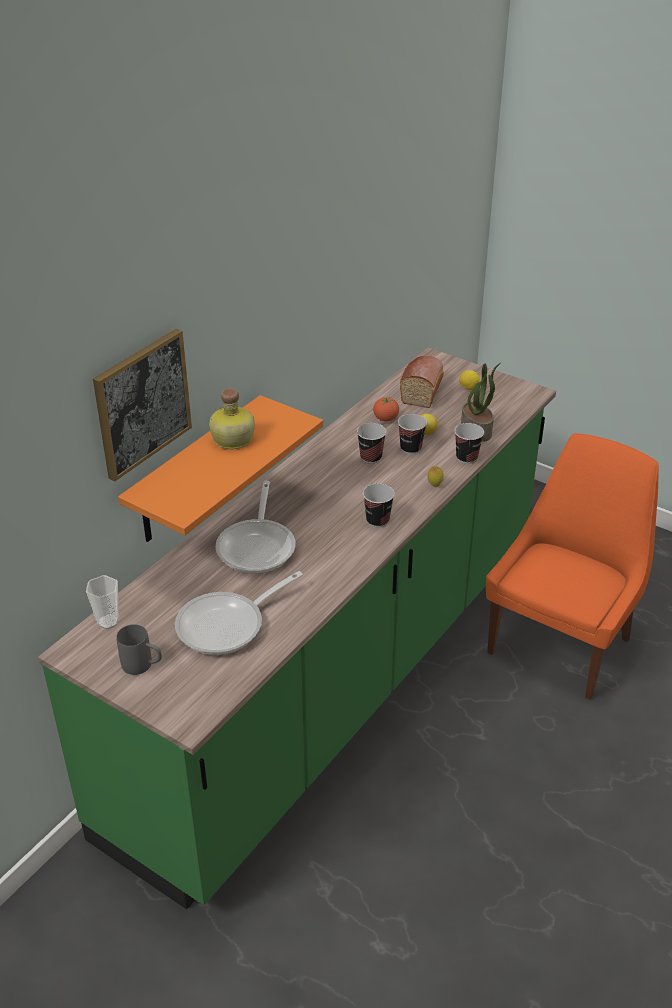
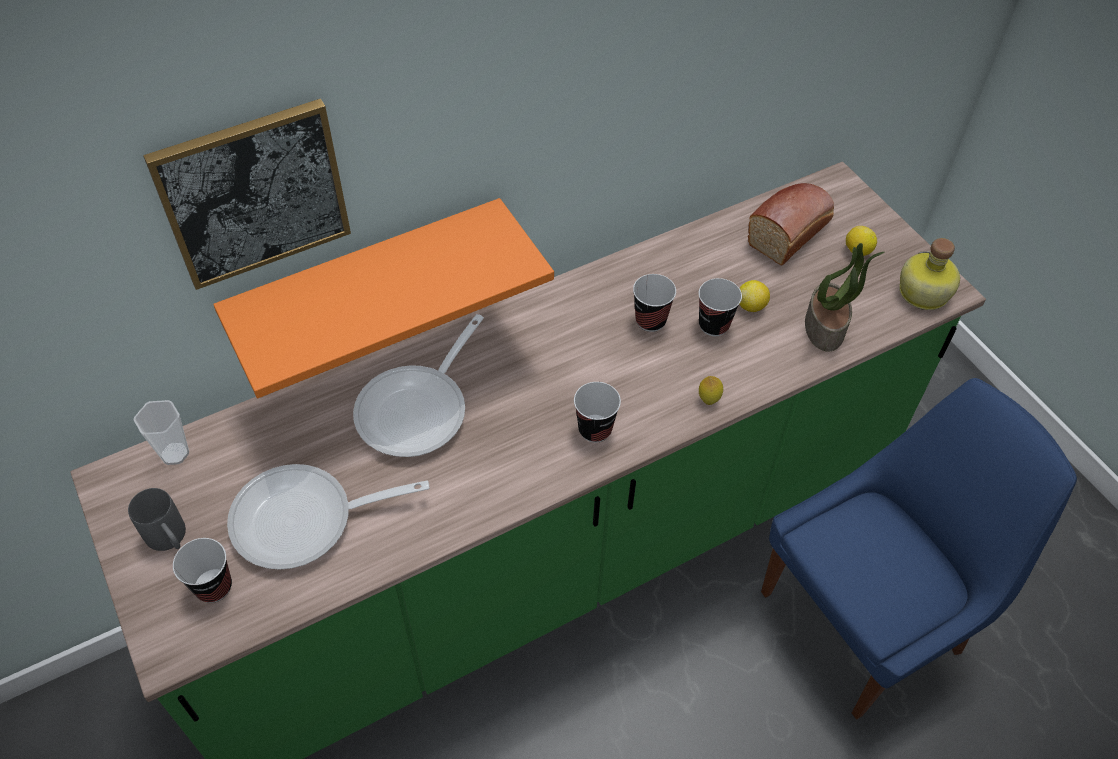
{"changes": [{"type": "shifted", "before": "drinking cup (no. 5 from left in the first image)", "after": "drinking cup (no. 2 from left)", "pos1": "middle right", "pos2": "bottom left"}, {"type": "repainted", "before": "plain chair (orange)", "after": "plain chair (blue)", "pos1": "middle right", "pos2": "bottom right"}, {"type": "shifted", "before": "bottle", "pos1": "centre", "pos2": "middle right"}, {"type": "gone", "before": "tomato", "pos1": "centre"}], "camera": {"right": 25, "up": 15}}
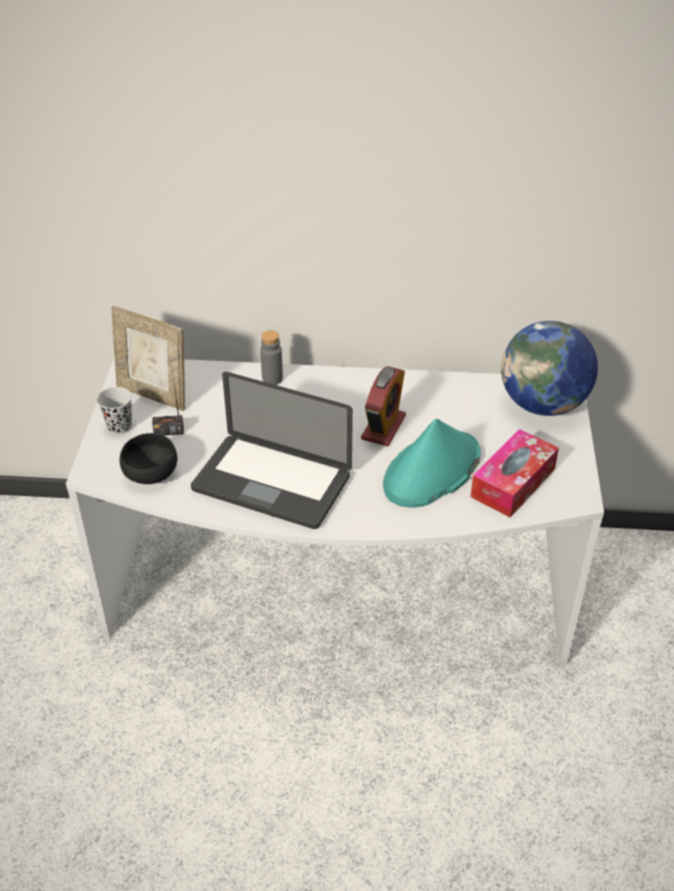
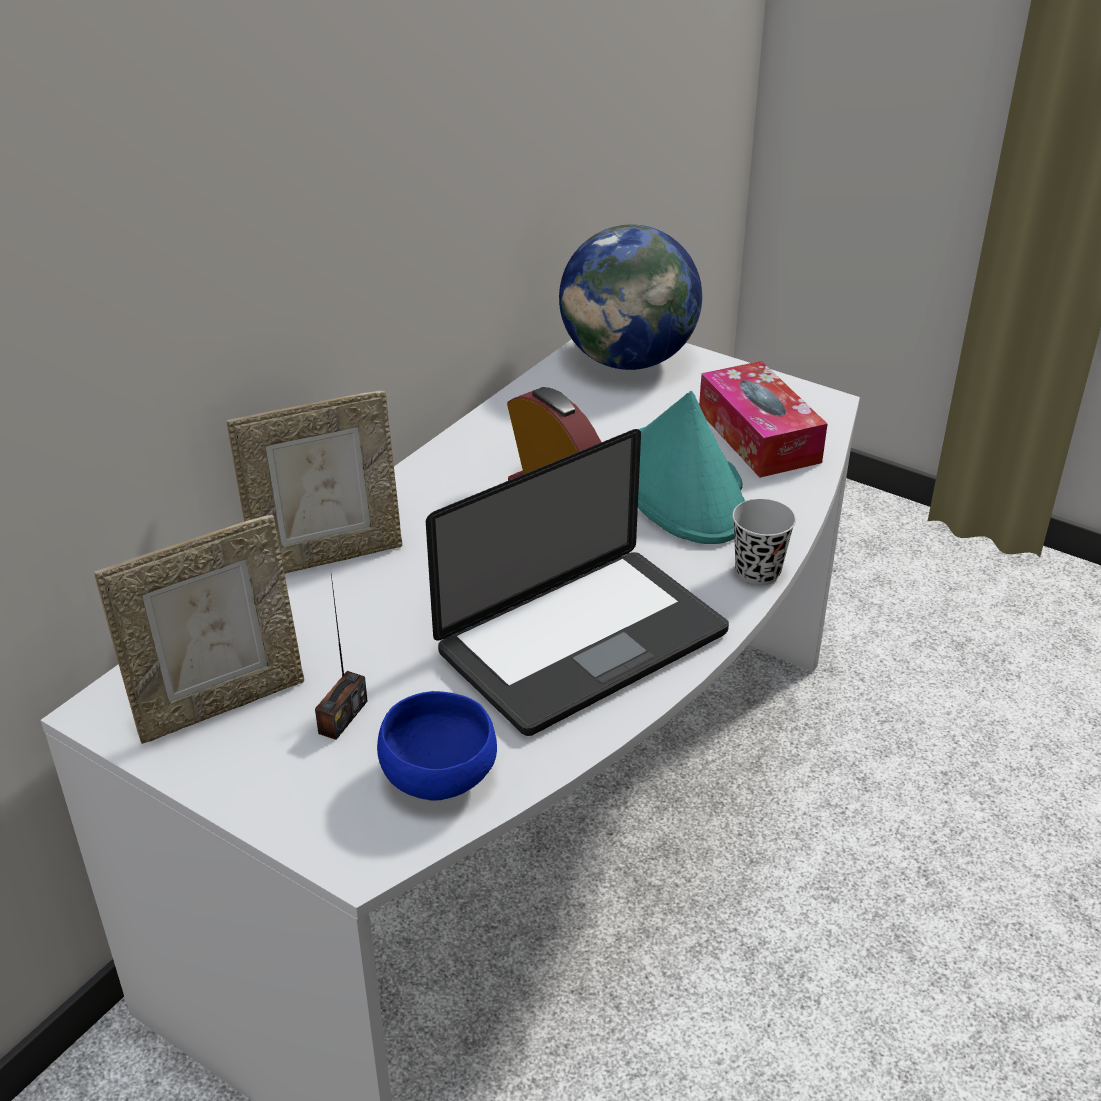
{"changes": [{"type": "swapped", "before": "bottle (grey)", "after": "photo frame (no. 2 from left)", "pos1": "centre", "pos2": "middle left"}, {"type": "repainted", "before": "bowl (black-coloured)", "after": "bowl (blue)", "pos1": "middle left", "pos2": "bottom centre"}, {"type": "shifted", "before": "drinking cup (black-coloured)", "pos1": "middle left", "pos2": "middle right"}], "camera": {"right": -60, "up": -5}}
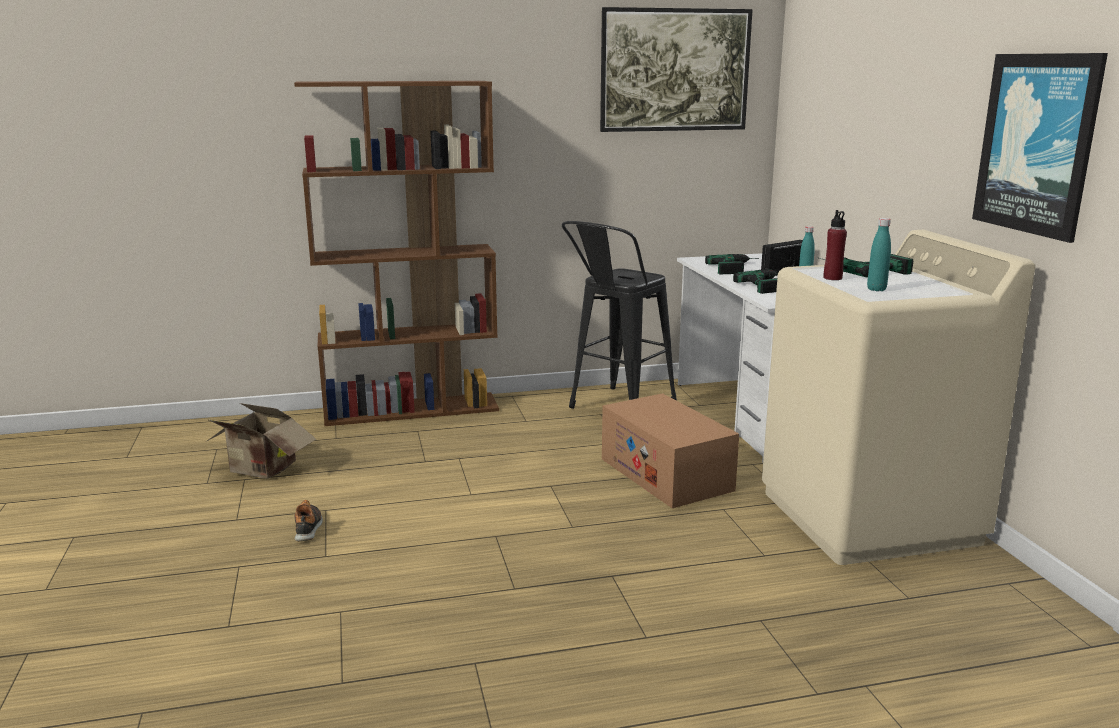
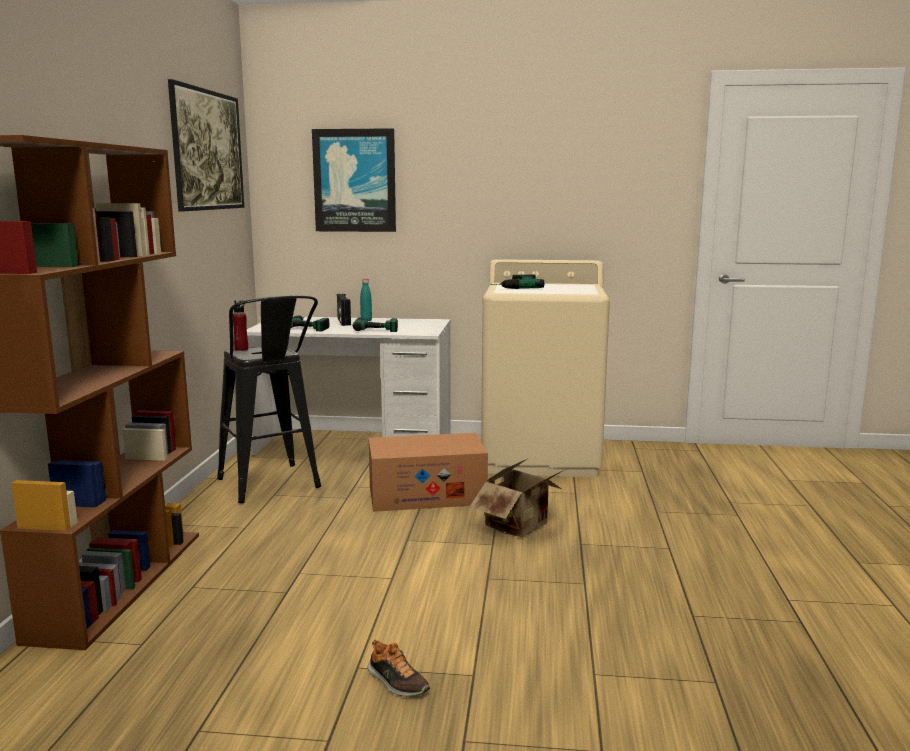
{"changes": [{"type": "shifted", "before": "bottle (red-coloured)", "pos1": "middle right", "pos2": "middle left"}, {"type": "shifted", "before": "wall art (no. 2 from left)", "pos1": "top right", "pos2": "top centre"}, {"type": "rotated", "before": "low shoe", "pos1": "bottom left", "pos2": "bottom centre", "turn": -150}, {"type": "shifted", "before": "packing box (no. 1 from left in the first image)", "after": "packing box (no. 2 from left)", "pos1": "middle left", "pos2": "centre"}, {"type": "gone", "before": "bottle (turquoise-coloured) (no. 2 from left)", "pos1": "middle right"}], "camera": {"right": -70, "up": -5}}
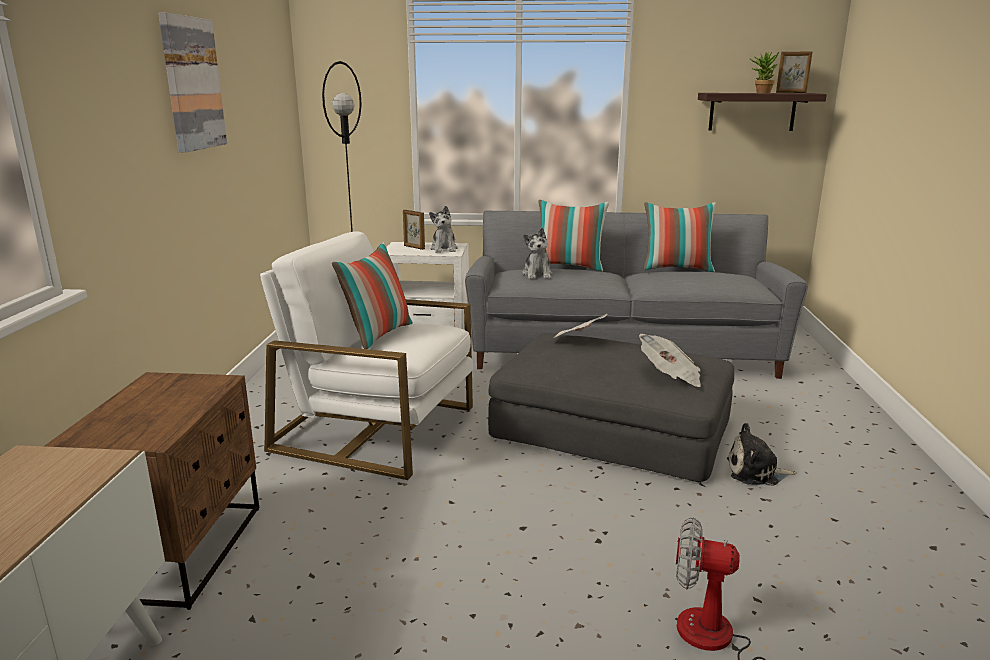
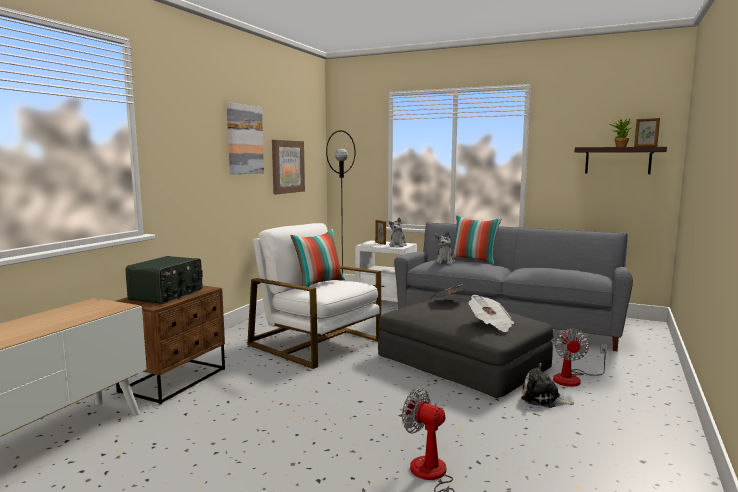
{"changes": [{"type": "new", "after": "radio receiver", "pos2": "middle left"}, {"type": "new", "after": "wall art (no. 2 from left)", "pos2": "centre"}, {"type": "new", "after": "fan (no. 2 from left)", "pos2": "bottom right"}, {"type": "gone", "before": "pillow (no. 3 from left)", "pos1": "middle right"}], "camera": {"right": 20, "up": -10}}
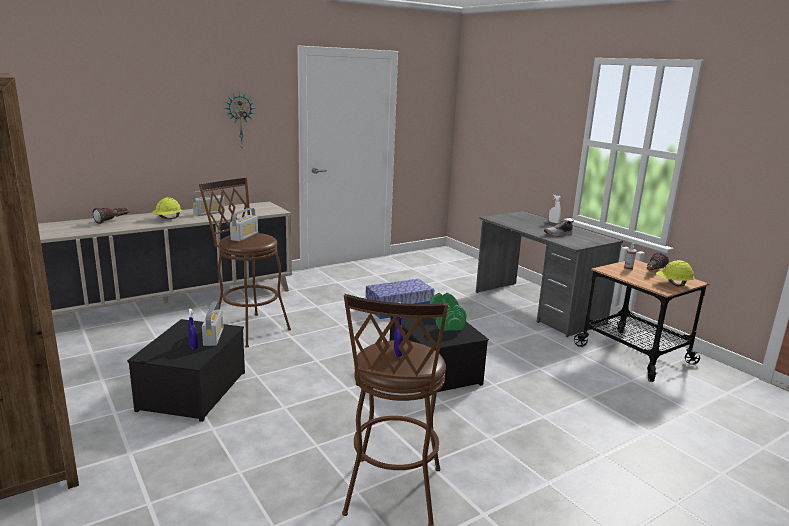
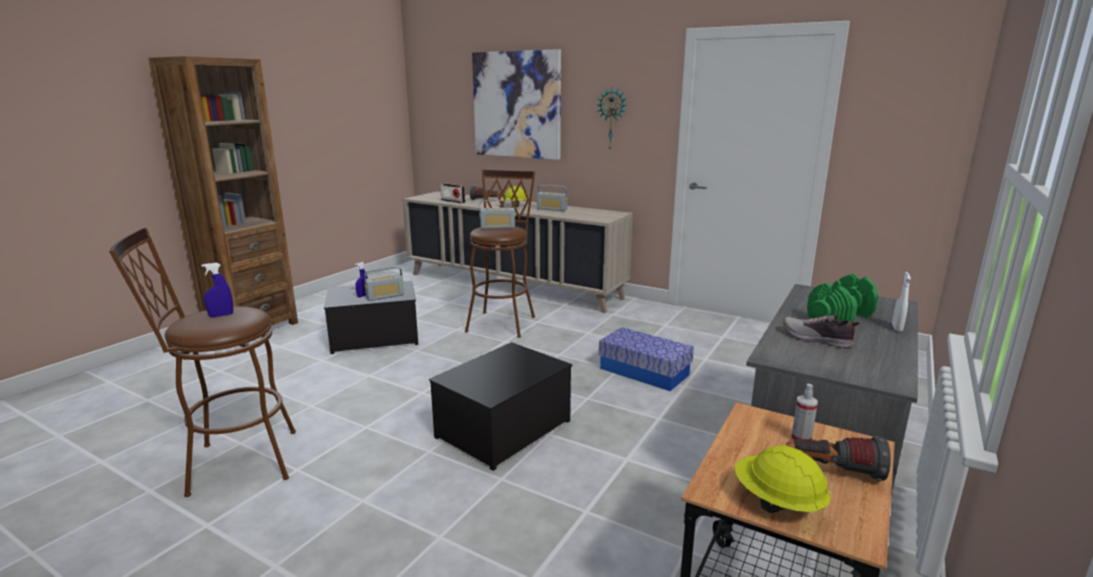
{"changes": [{"type": "new", "after": "radio receiver (no. 2 from left)", "pos2": "centre"}, {"type": "new", "after": "wall art", "pos2": "top centre"}, {"type": "shifted", "before": "dumbbell (green-coloured)", "pos1": "centre", "pos2": "middle right"}], "camera": {"right": 65, "up": 0}}
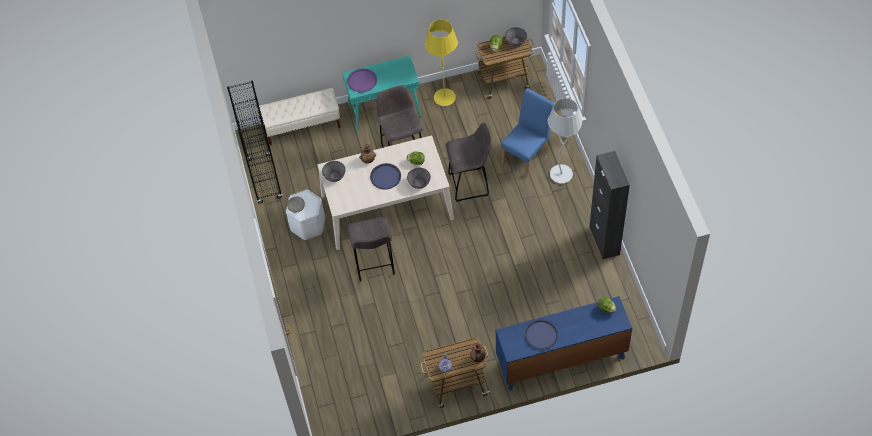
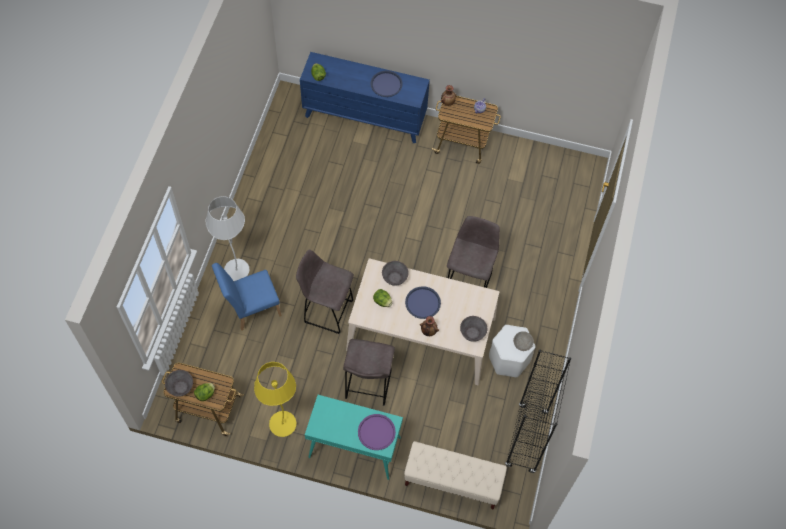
{"changes": [{"type": "gone", "before": "cabinet (black-coloured)", "pos1": "middle right"}], "camera": {"right": -155, "up": 5}}
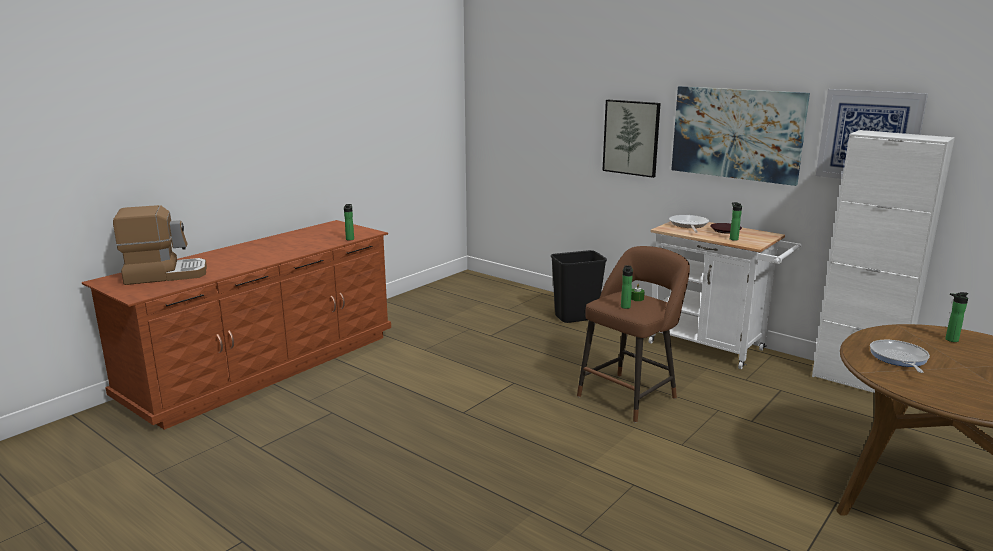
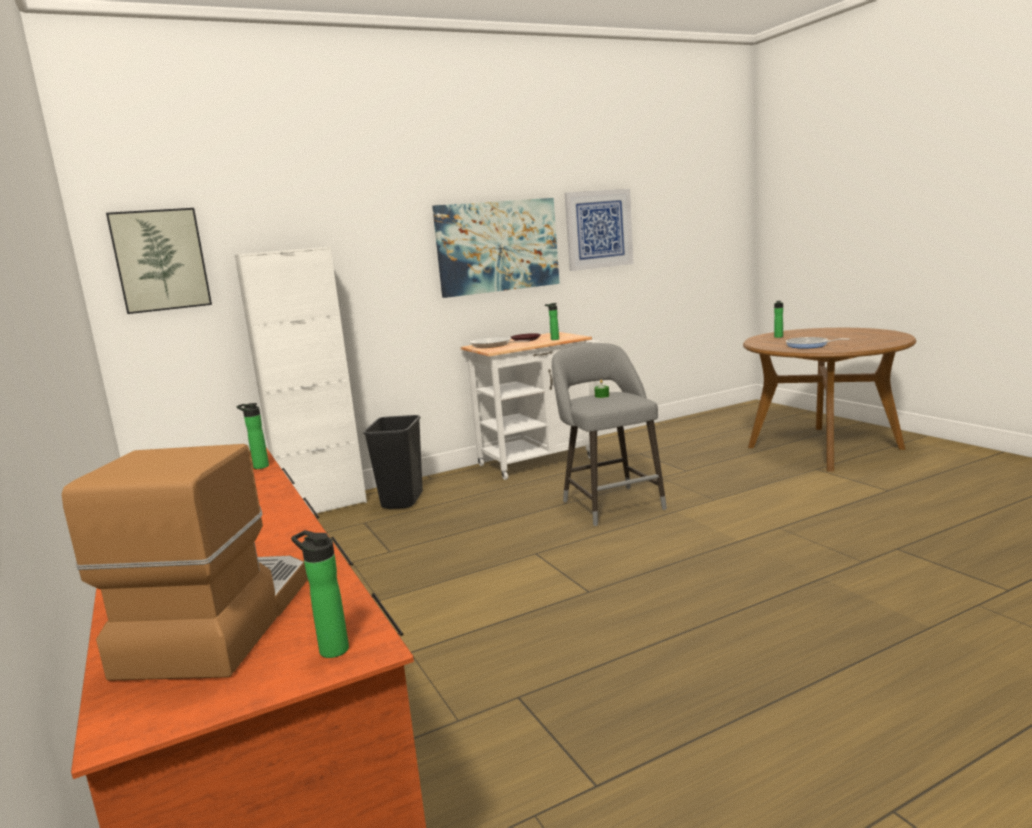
{"changes": [{"type": "shifted", "before": "wall art (no. 1 from left)", "pos1": "top centre", "pos2": "top left"}, {"type": "shifted", "before": "cabinet (white-coloured)", "pos1": "middle right", "pos2": "middle left"}, {"type": "shifted", "before": "bottle (no. 2 from left)", "pos1": "centre", "pos2": "bottom left"}, {"type": "repainted", "before": "sitting stool (brownish)", "after": "sitting stool (grey)", "pos1": "centre", "pos2": "centre"}], "camera": {"right": -65, "up": -5}}
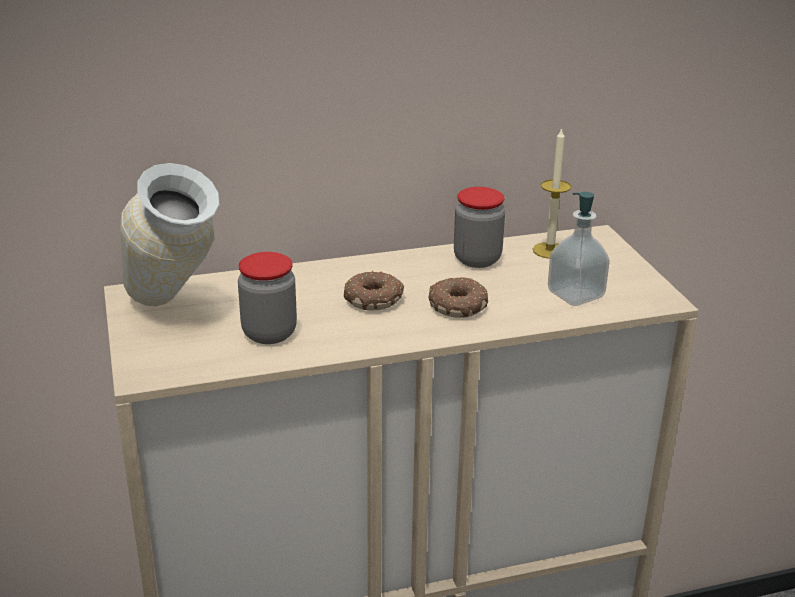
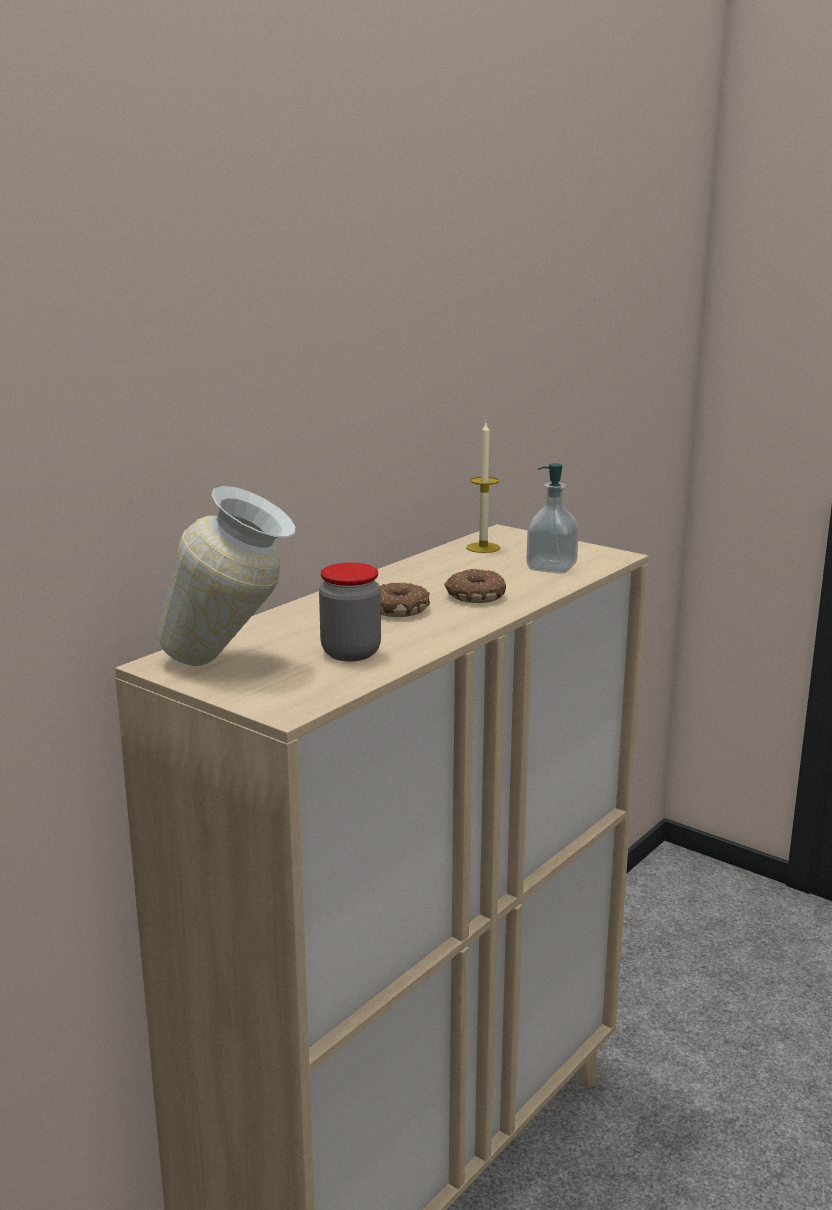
{"changes": [{"type": "gone", "before": "storage jar (no. 2 from left)", "pos1": "centre"}], "camera": {"right": -35, "up": -10}}
